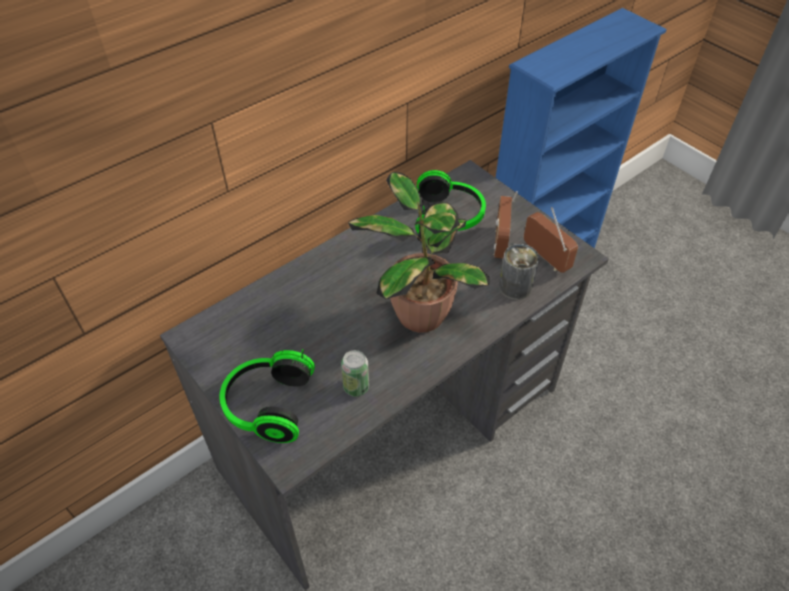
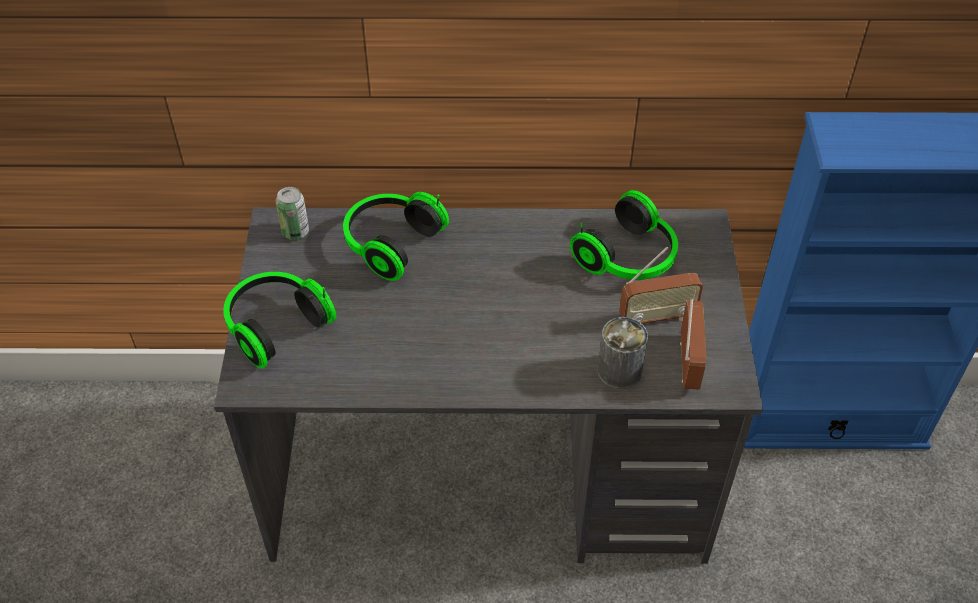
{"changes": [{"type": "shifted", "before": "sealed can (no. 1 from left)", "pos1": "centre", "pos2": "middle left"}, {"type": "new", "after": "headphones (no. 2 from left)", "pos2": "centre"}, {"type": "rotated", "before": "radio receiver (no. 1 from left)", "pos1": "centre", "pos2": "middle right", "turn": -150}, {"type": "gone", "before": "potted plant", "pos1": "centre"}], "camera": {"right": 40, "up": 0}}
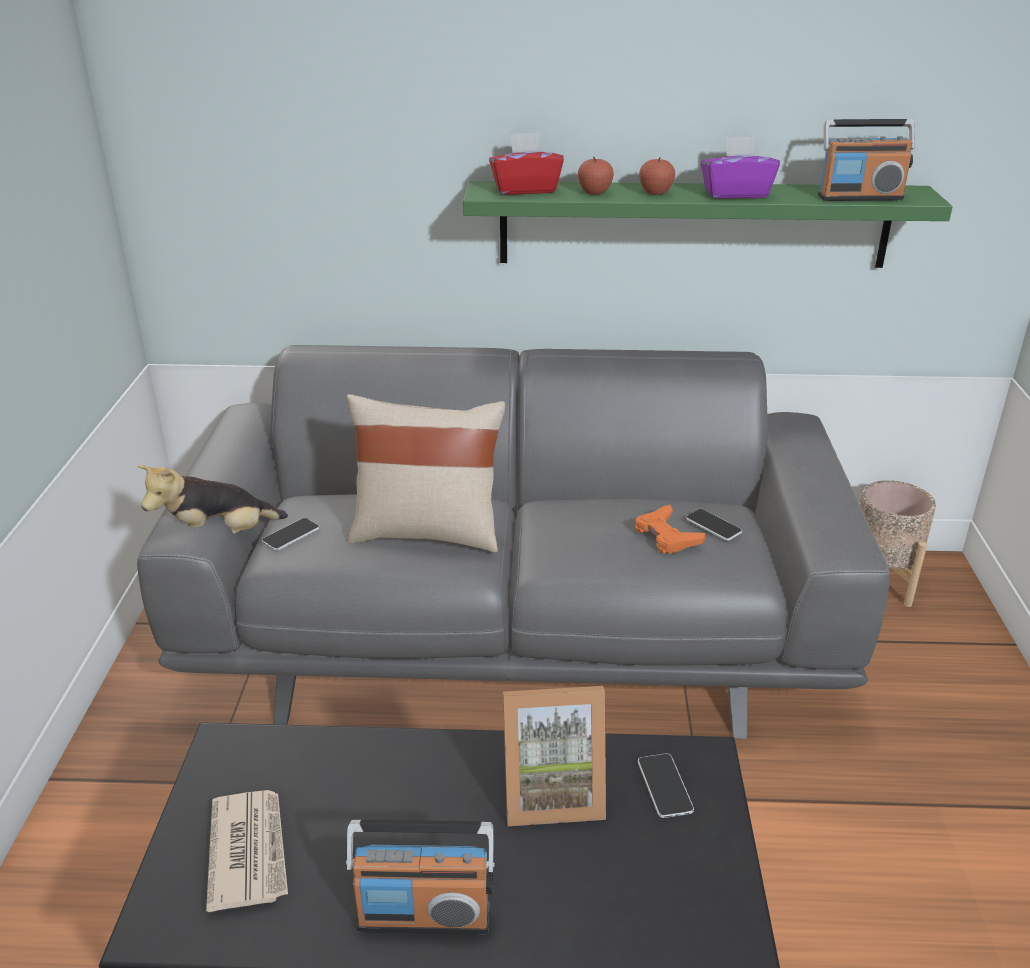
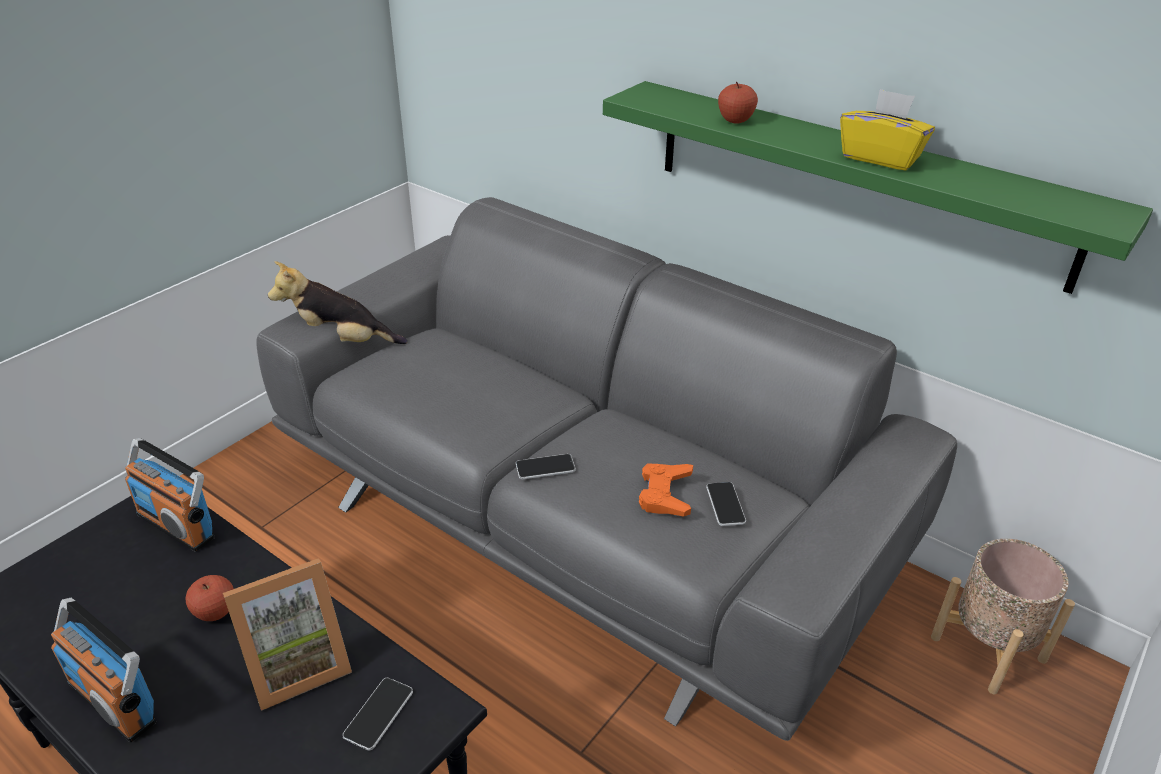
{"changes": [{"type": "shifted", "before": "radio receiver (no. 2 from left)", "pos1": "top right", "pos2": "middle left"}, {"type": "shifted", "before": "apple (no. 2 from left in the first image)", "after": "apple (no. 1 from left)", "pos1": "top centre", "pos2": "bottom left"}, {"type": "rotated", "before": "photo frame", "pos1": "bottom centre", "pos2": "bottom left", "turn": -60}, {"type": "shifted", "before": "telephone (no. 1 from left in the first image)", "after": "telephone (no. 2 from left)", "pos1": "middle left", "pos2": "centre"}, {"type": "repainted", "before": "tissue box (purple)", "after": "tissue box (yellow)", "pos1": "top right", "pos2": "top right"}, {"type": "gone", "before": "printed paper", "pos1": "bottom left"}, {"type": "gone", "before": "pillow (sand-coloured)", "pos1": "centre"}, {"type": "gone", "before": "tissue box (red-coloured)", "pos1": "top centre"}], "camera": {"right": 35, "up": 5}}
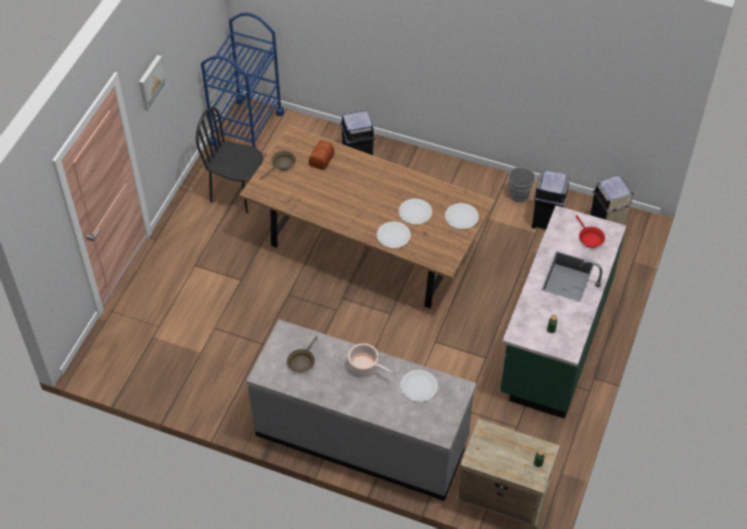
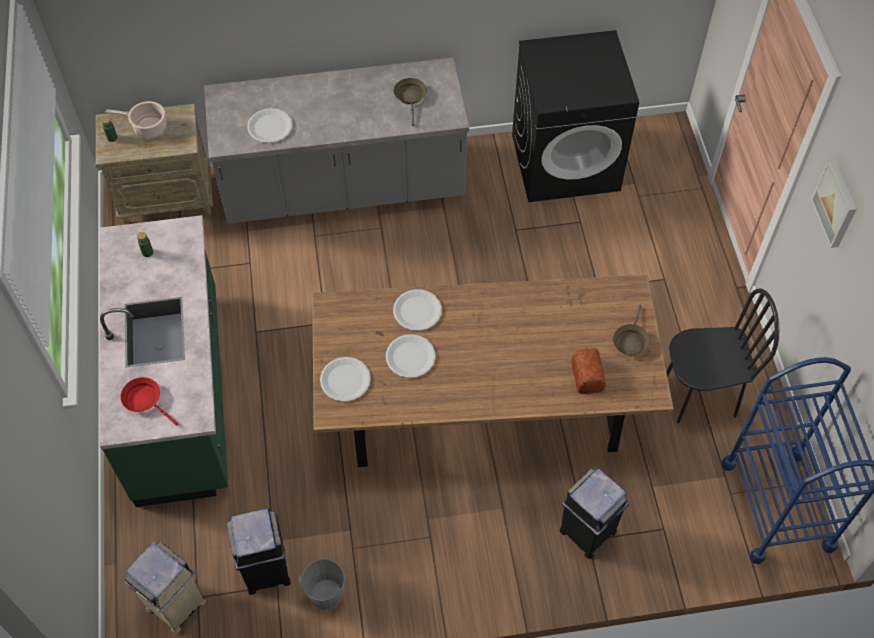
{"changes": [{"type": "shifted", "before": "stockpot", "pos1": "bottom centre", "pos2": "top left"}, {"type": "new", "after": "laundry machine (black-coloured)", "pos2": "top centre"}], "camera": {"right": 150, "up": 5}}
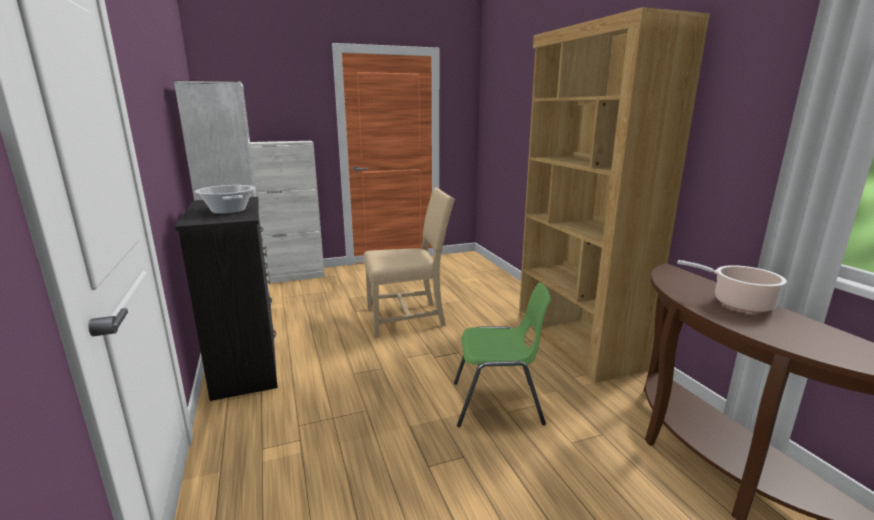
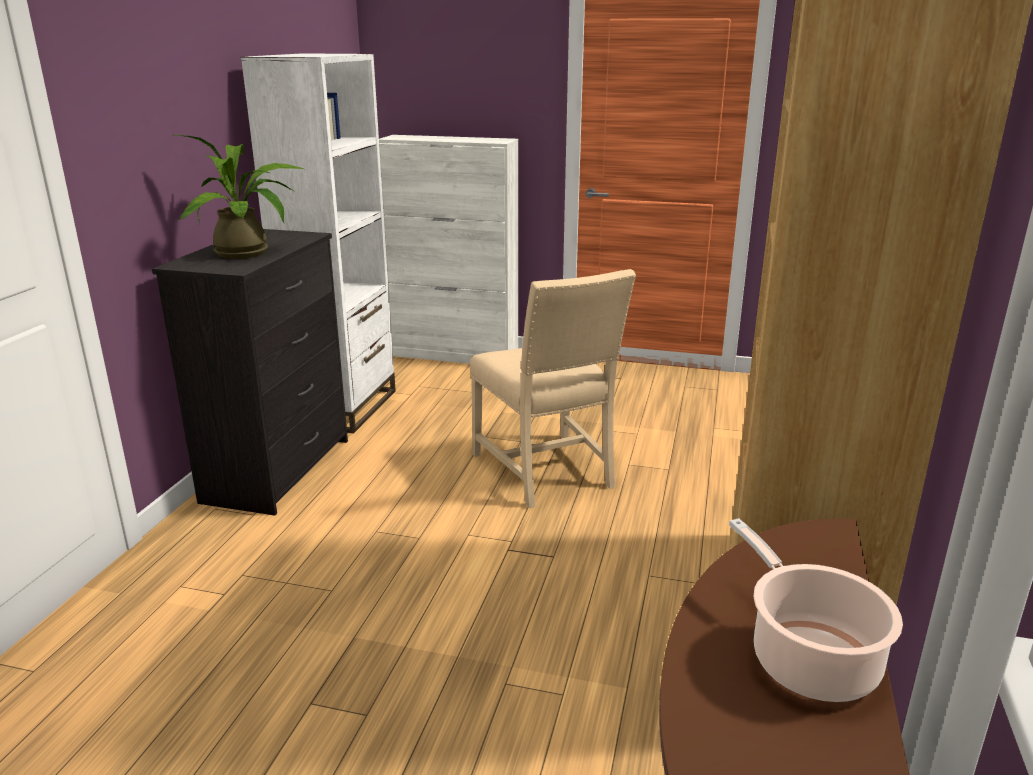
{"changes": [{"type": "swapped", "before": "stockpot (no. 1 from left)", "after": "potted plant", "pos1": "middle left", "pos2": "top left"}, {"type": "rotated", "before": "plain chair (sand-coloured)", "pos1": "centre", "pos2": "centre", "turn": 45}, {"type": "gone", "before": "plain chair (green-coloured)", "pos1": "bottom centre"}], "camera": {"right": 35, "up": 5}}
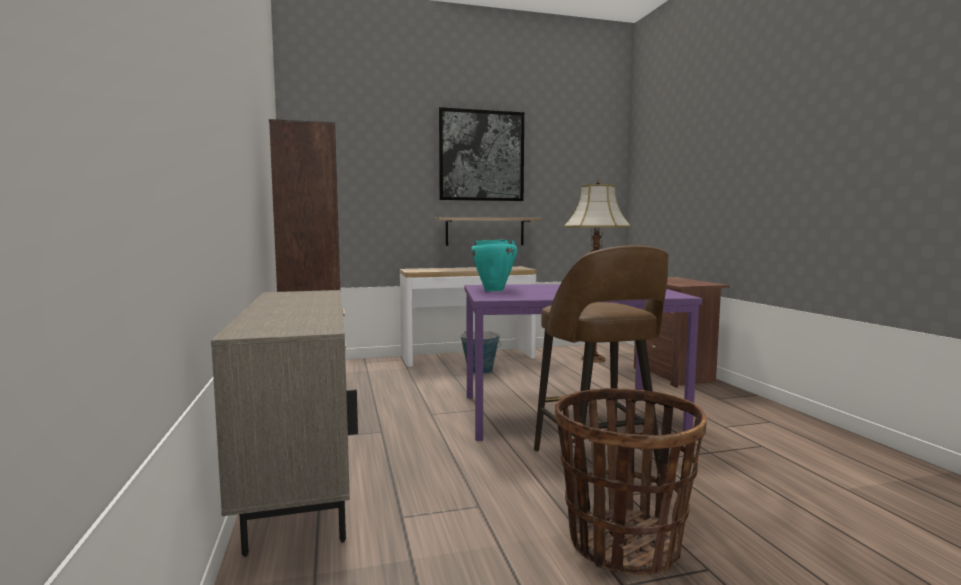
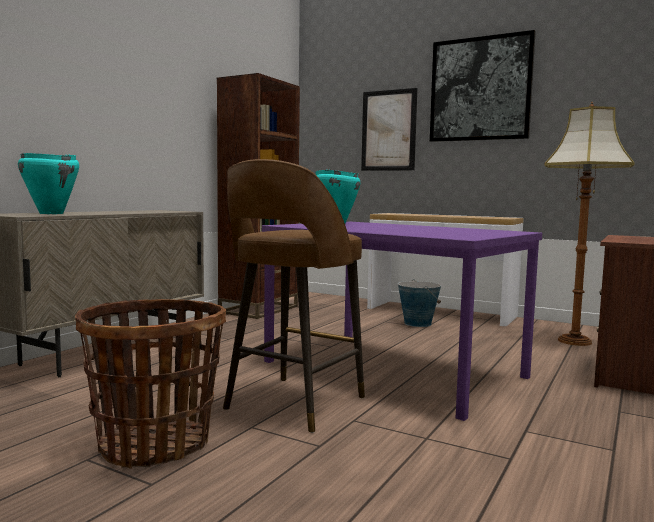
{"changes": [{"type": "new", "after": "stockpot (turquoise-coloured) (no. 1 from left)", "pos2": "middle left"}, {"type": "new", "after": "wall art (no. 1 from left)", "pos2": "top centre"}, {"type": "gone", "before": "shelf", "pos1": "centre"}], "camera": {"right": 45, "up": 0}}
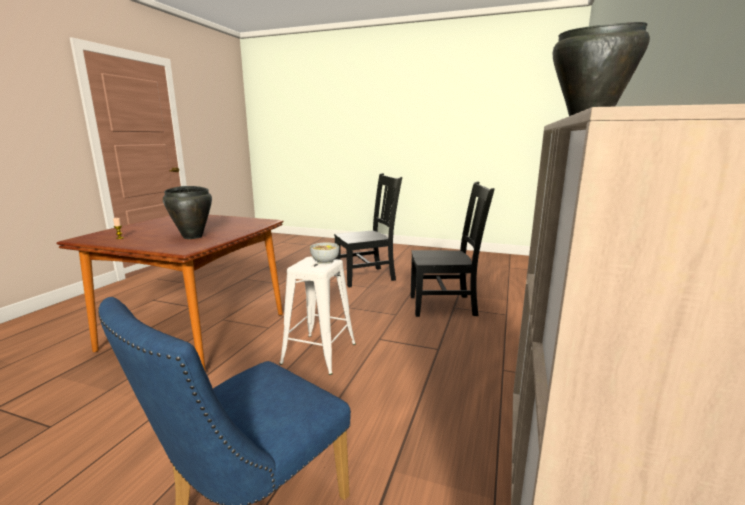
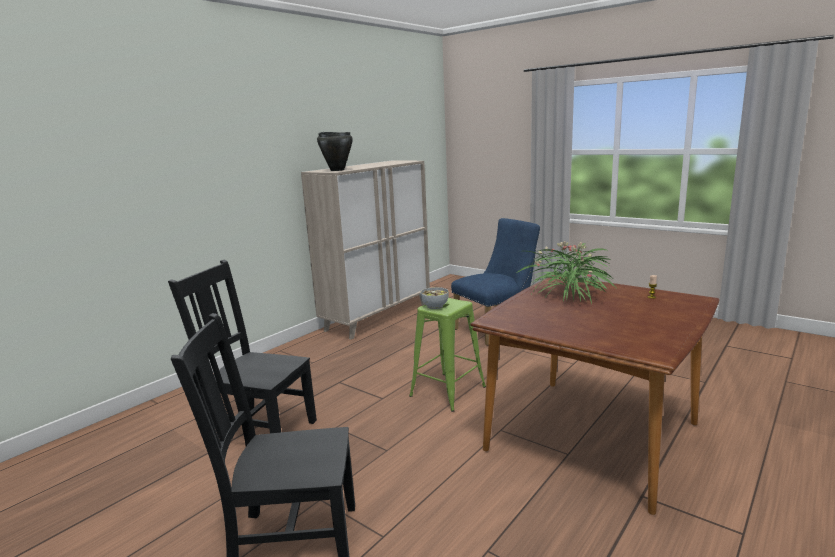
{"changes": [{"type": "repainted", "before": "sitting stool (white-coloured)", "after": "sitting stool (green-coloured)", "pos1": "centre", "pos2": "centre"}, {"type": "swapped", "before": "stockpot (black-coloured) (no. 1 from left)", "after": "potted plant", "pos1": "middle left", "pos2": "middle right"}], "camera": {"right": -160, "up": 0}}
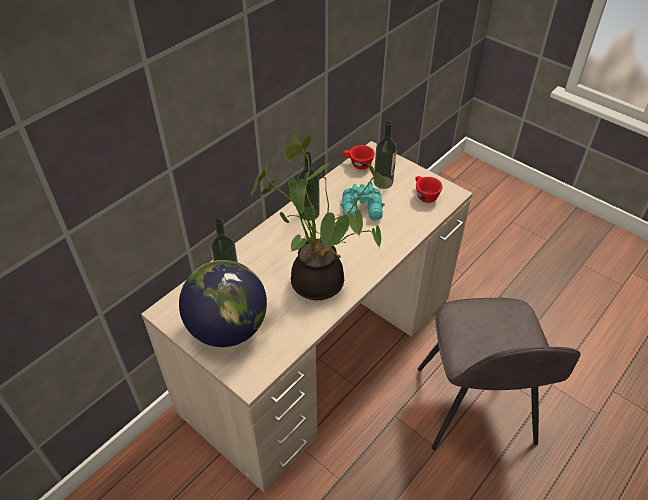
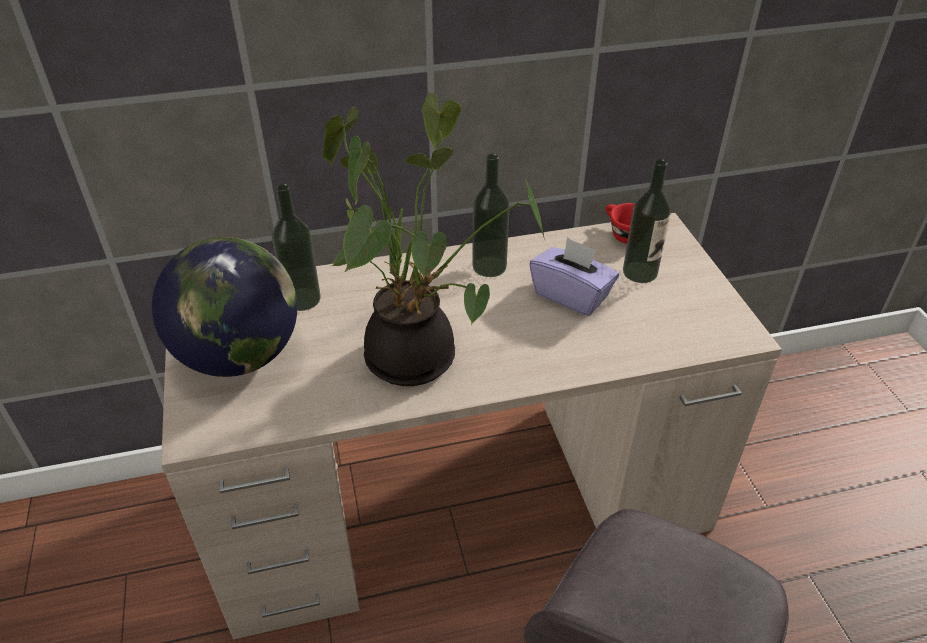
{"changes": [{"type": "swapped", "before": "binoculars (turquoise-coloured)", "after": "tissue box (purple)", "pos1": "centre", "pos2": "centre"}, {"type": "gone", "before": "drinking cup (red-coloured) (no. 2 from left)", "pos1": "centre"}], "camera": {"right": 35, "up": -5}}
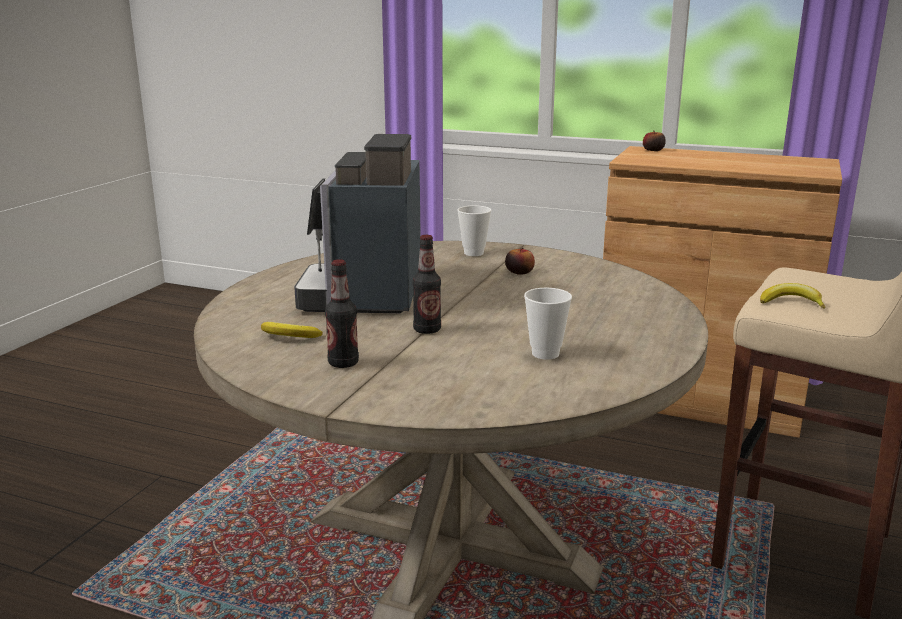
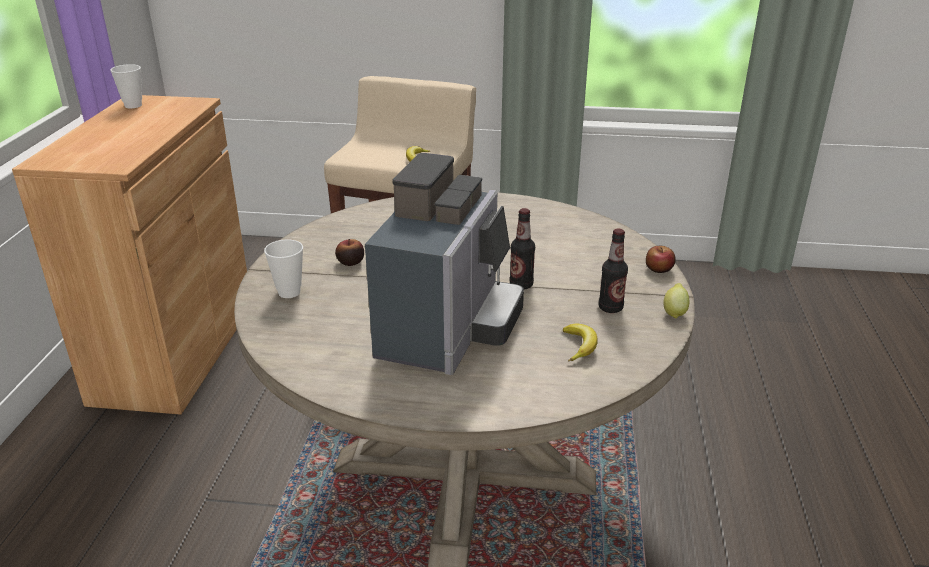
{"changes": [{"type": "shifted", "before": "drinking cup (no. 2 from left in the first image)", "after": "drinking cup (no. 1 from left)", "pos1": "centre", "pos2": "top left"}, {"type": "rotated", "before": "coffee maker", "pos1": "centre", "pos2": "centre", "turn": -60}, {"type": "shifted", "before": "apple (no. 2 from left)", "pos1": "top right", "pos2": "middle right"}, {"type": "new", "after": "lemon", "pos2": "middle right"}], "camera": {"right": -105, "up": 10}}
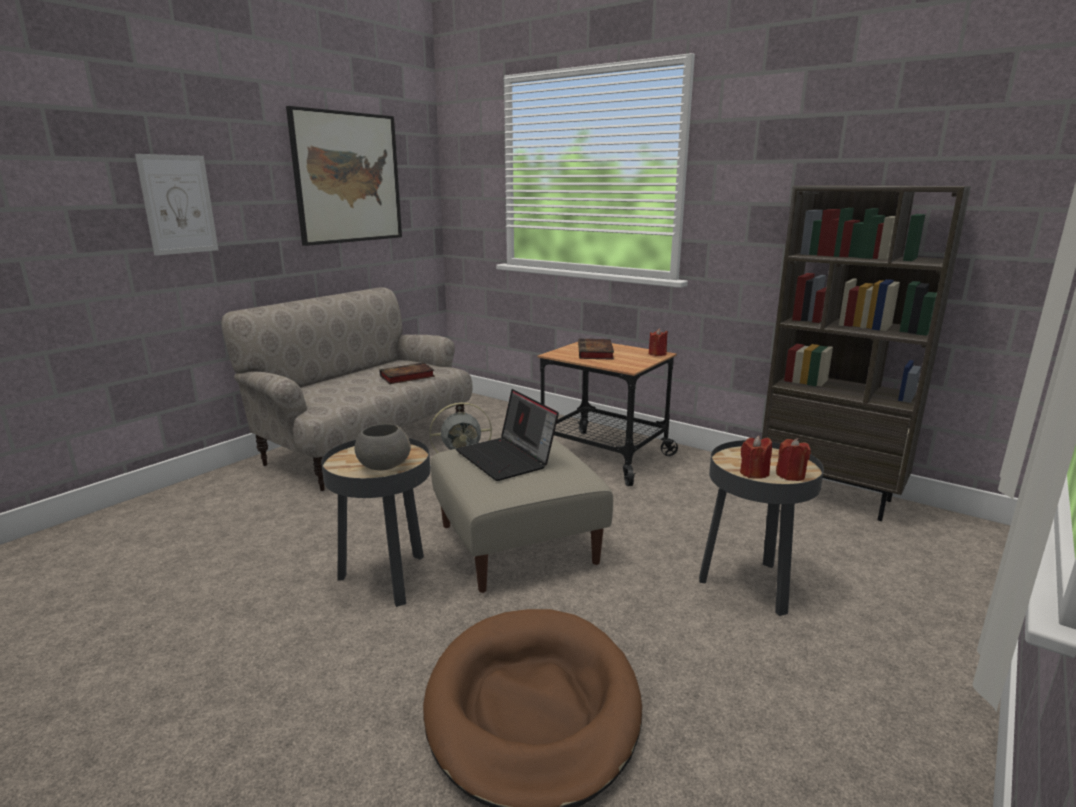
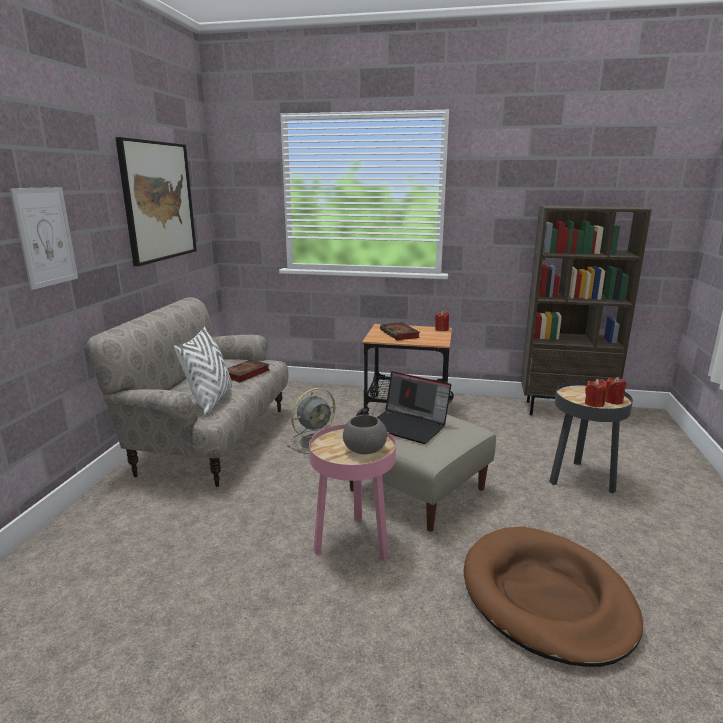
{"changes": [{"type": "new", "after": "pillow (white-coloured)", "pos2": "middle left"}, {"type": "repainted", "before": "accent table (black-coloured) (no. 1 from left)", "after": "accent table (pink)", "pos1": "centre", "pos2": "bottom centre"}], "camera": {"right": -25, "up": 0}}
